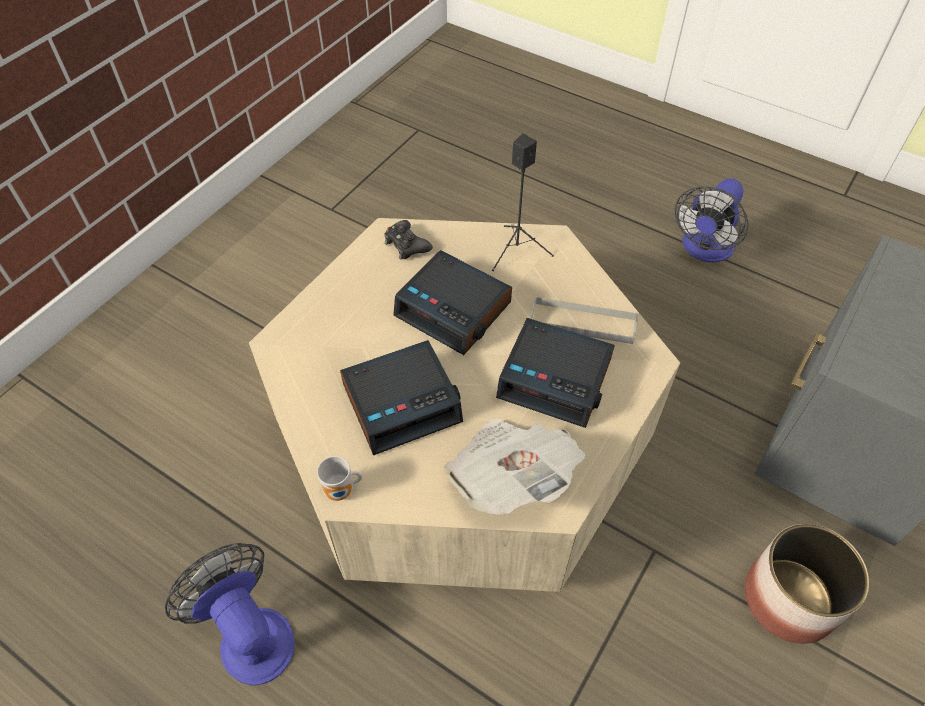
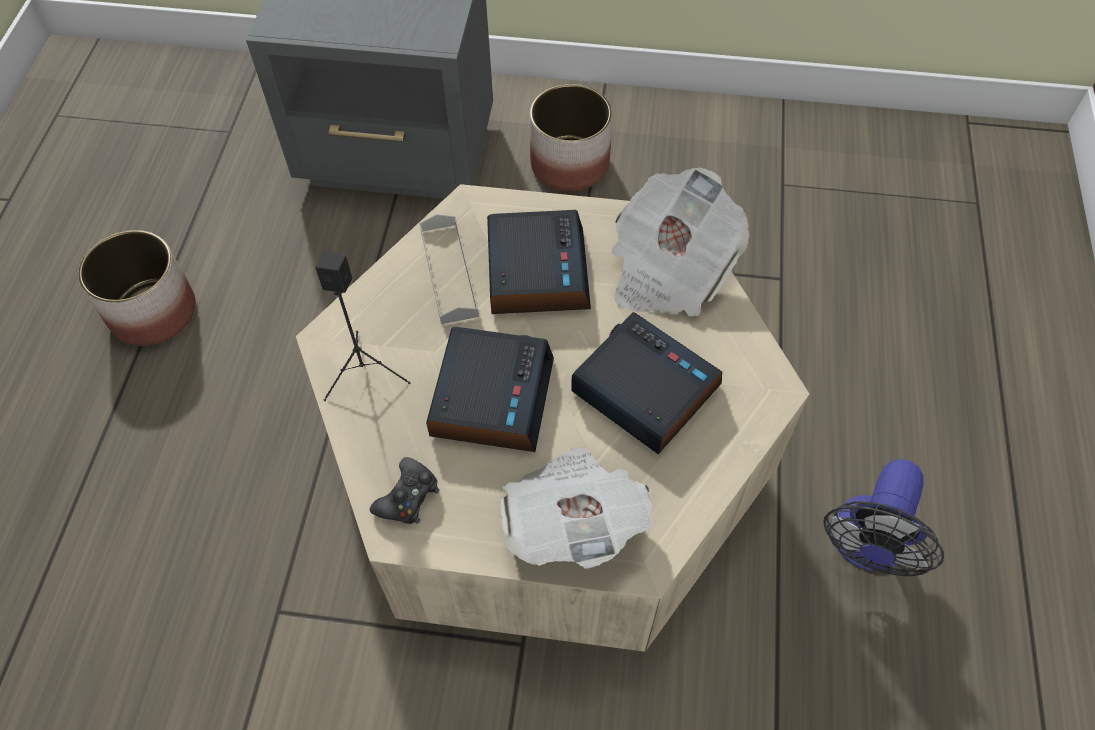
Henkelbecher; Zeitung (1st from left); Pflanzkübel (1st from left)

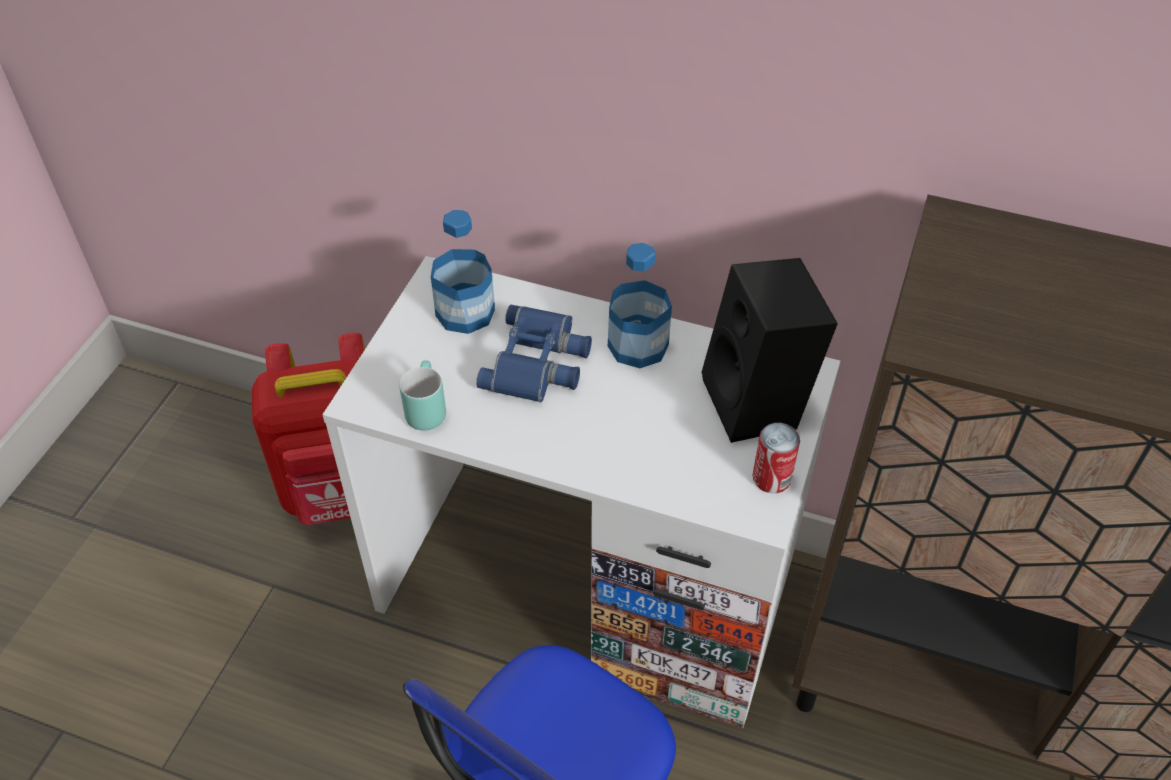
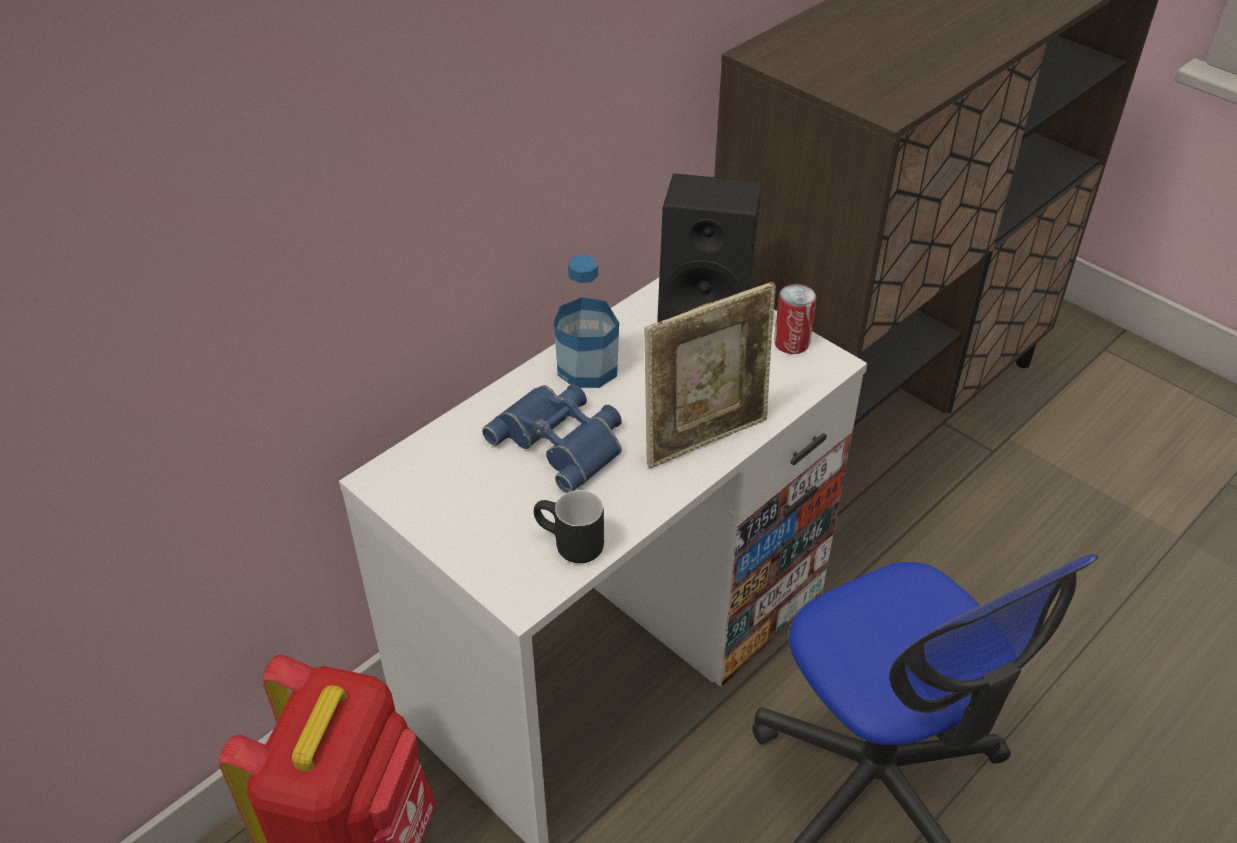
Flasche (1st from left in the first image); Bilderrahmen; Henkelbecher [schwarz]

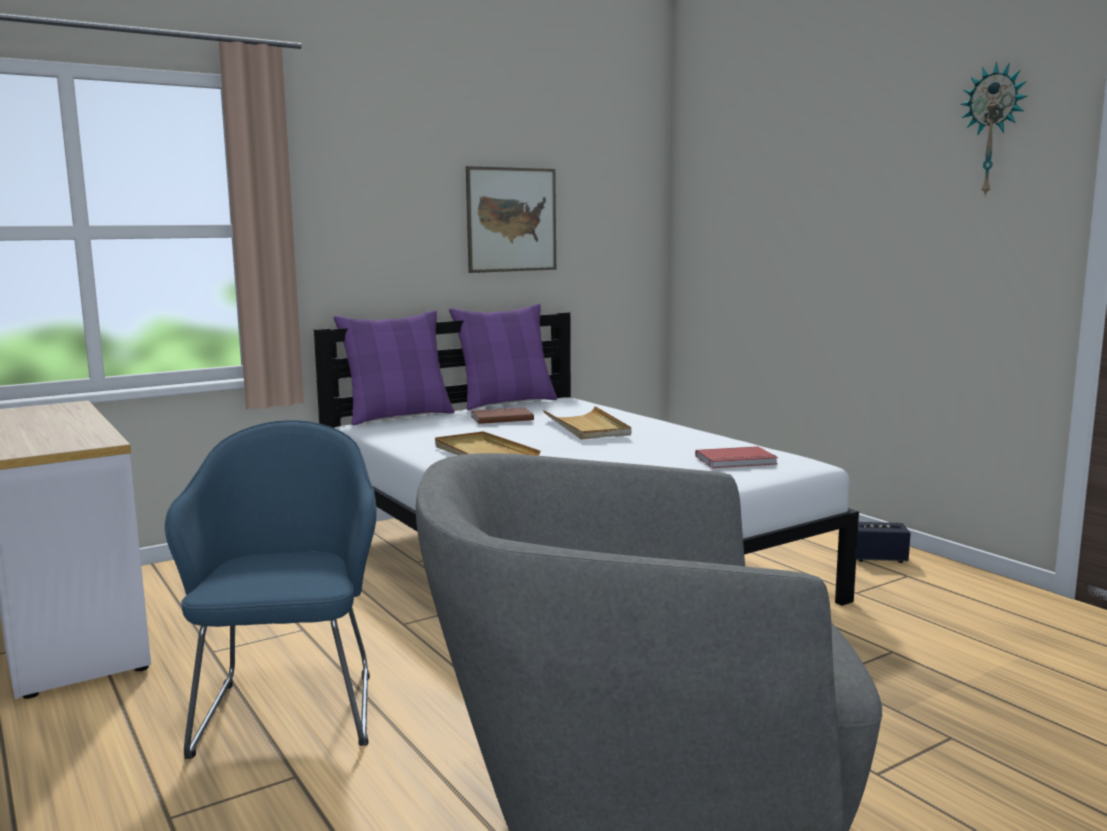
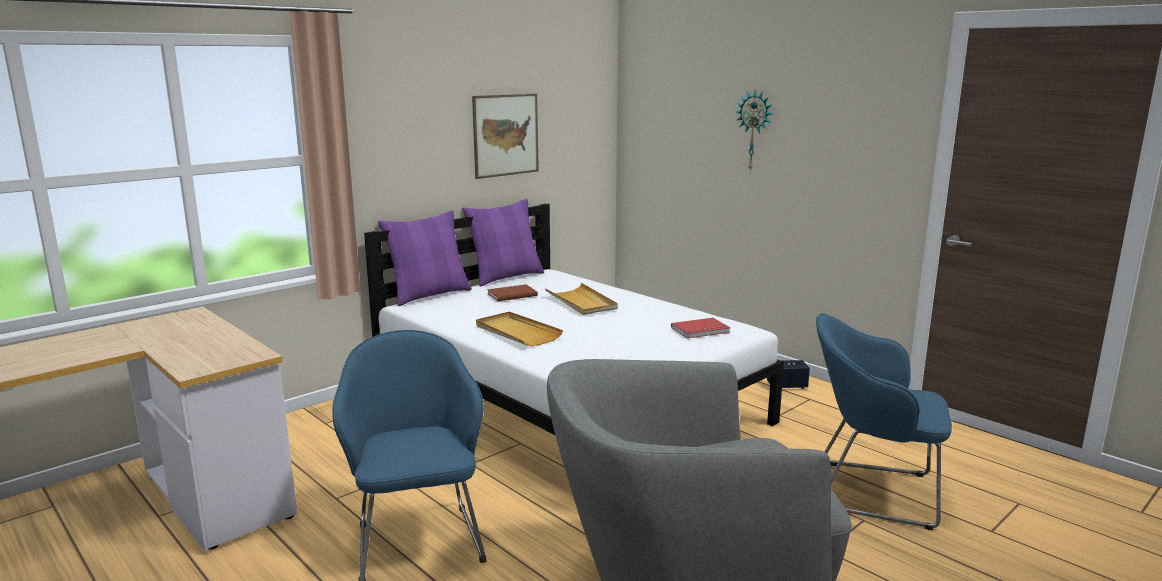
Sessel [blau] (2nd from left); Wanduhr

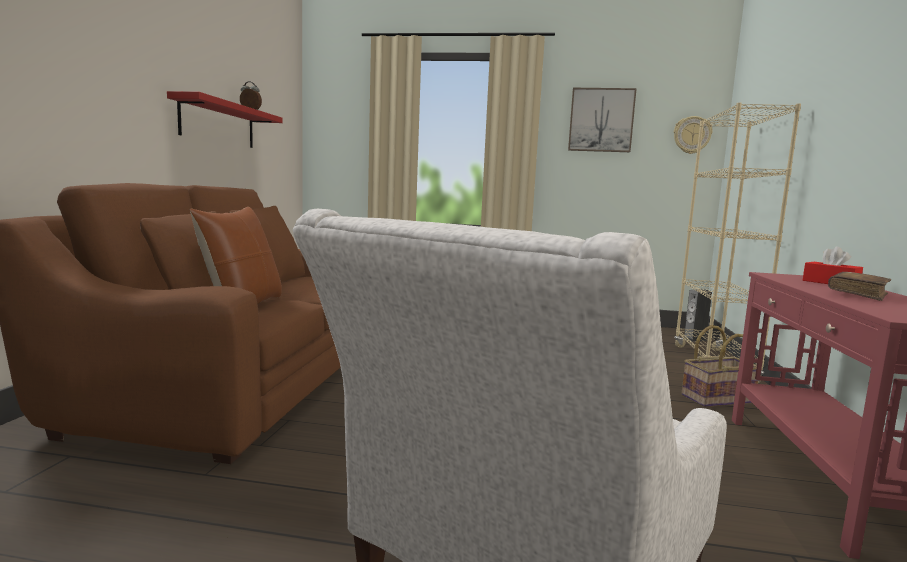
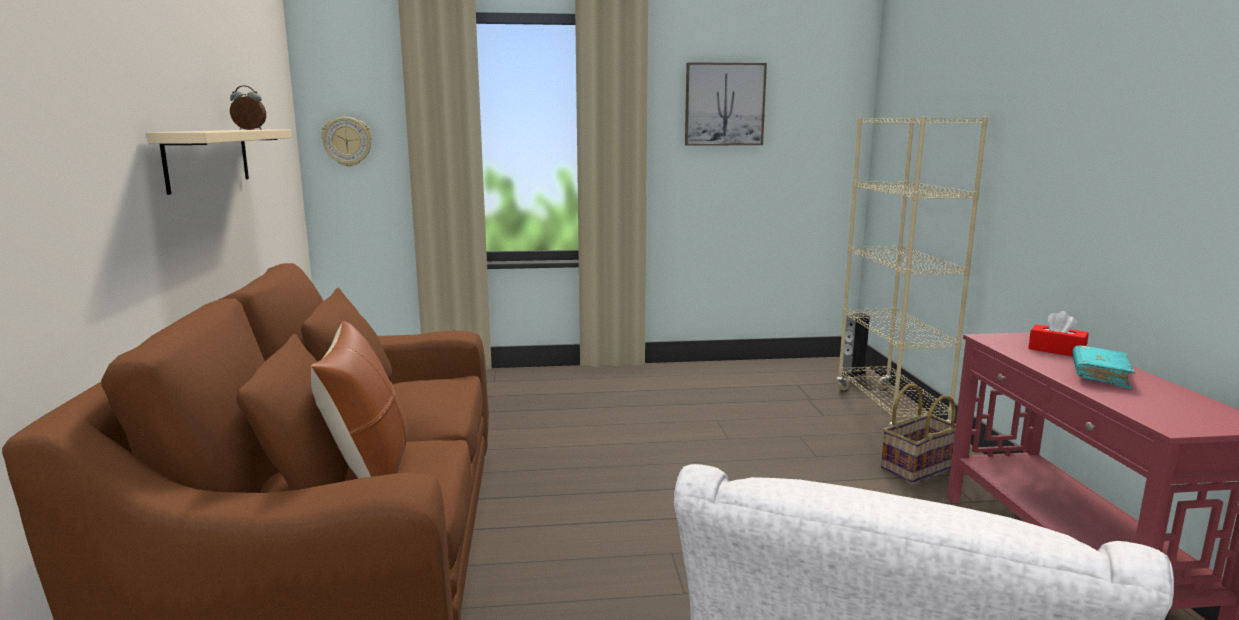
Wanduhr; Wandregal [beige]; Buch [türkis]

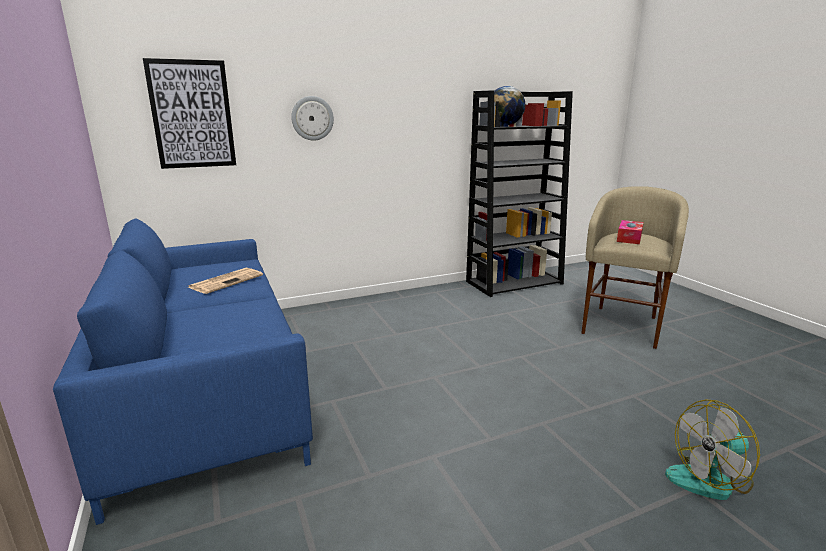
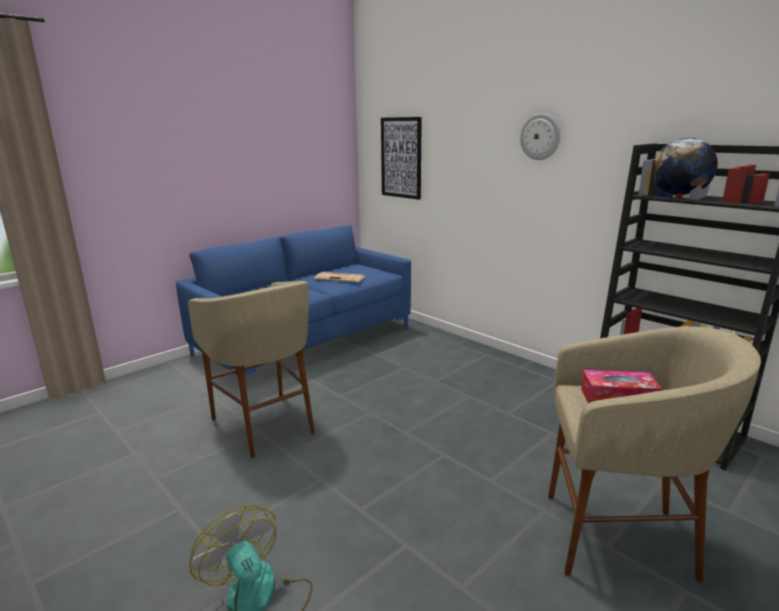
Hocker [beige] (1st from left); Wanduhr

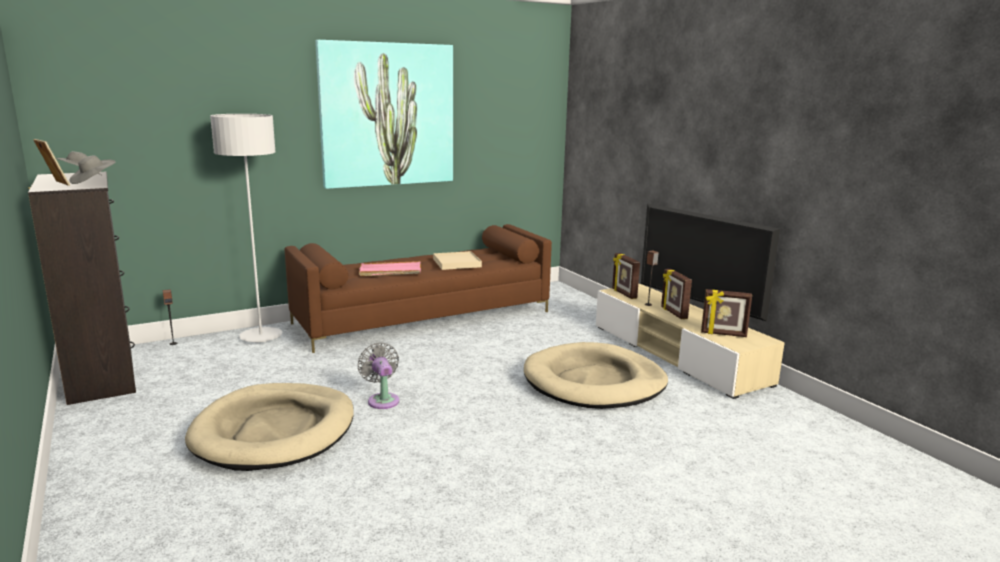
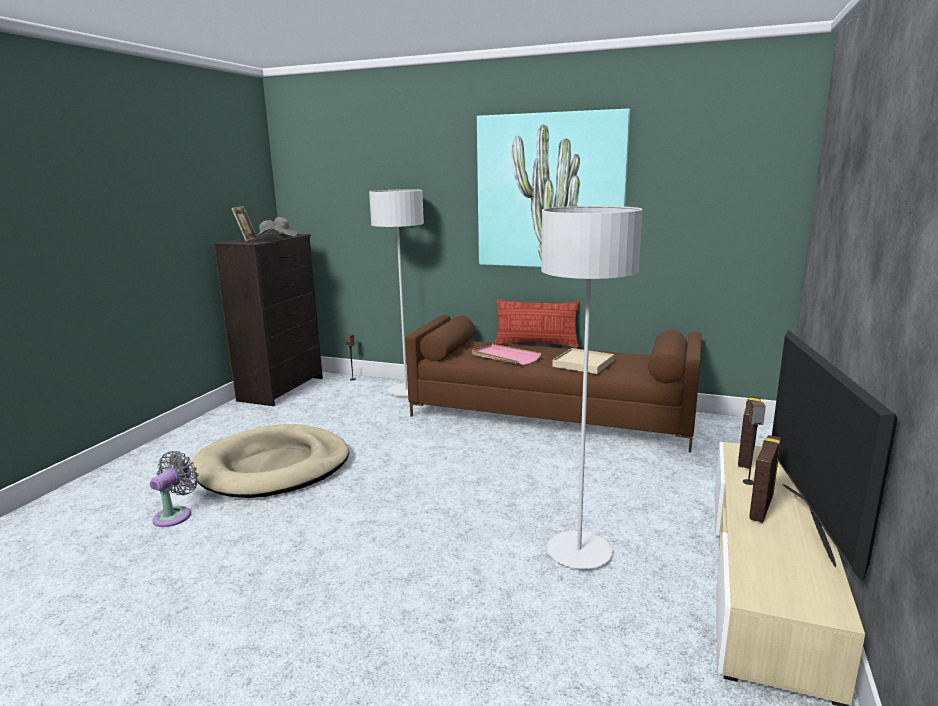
Bilderrahmen (4th from left in the first image); Kissen; Ventilator [grau]; Stehlampe [grau] (2nd from left)

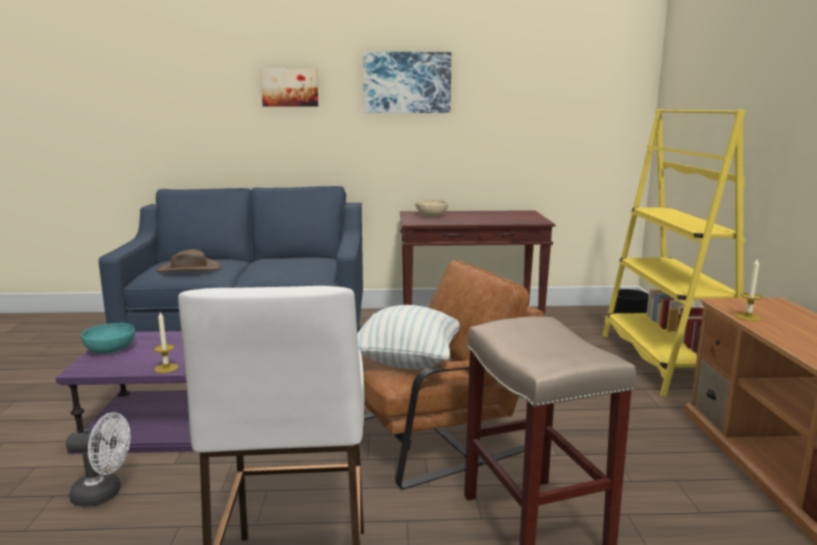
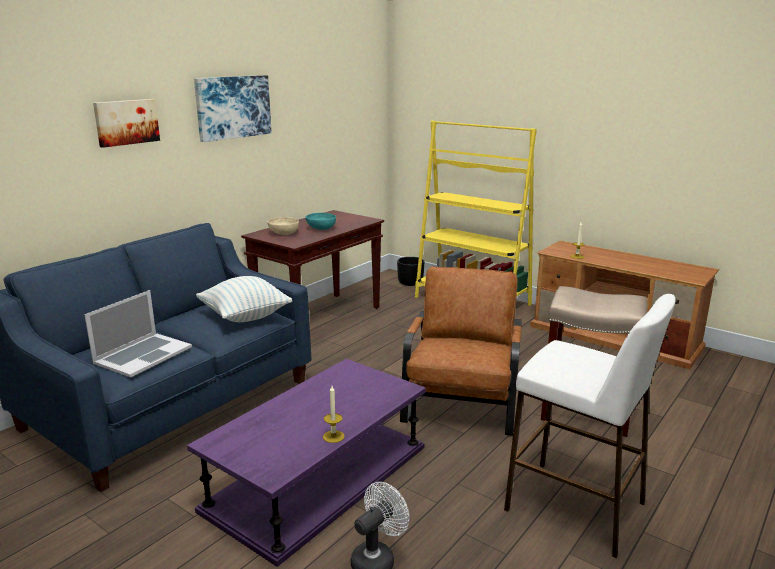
Schüssel [türkis]; Kissen; Laptop

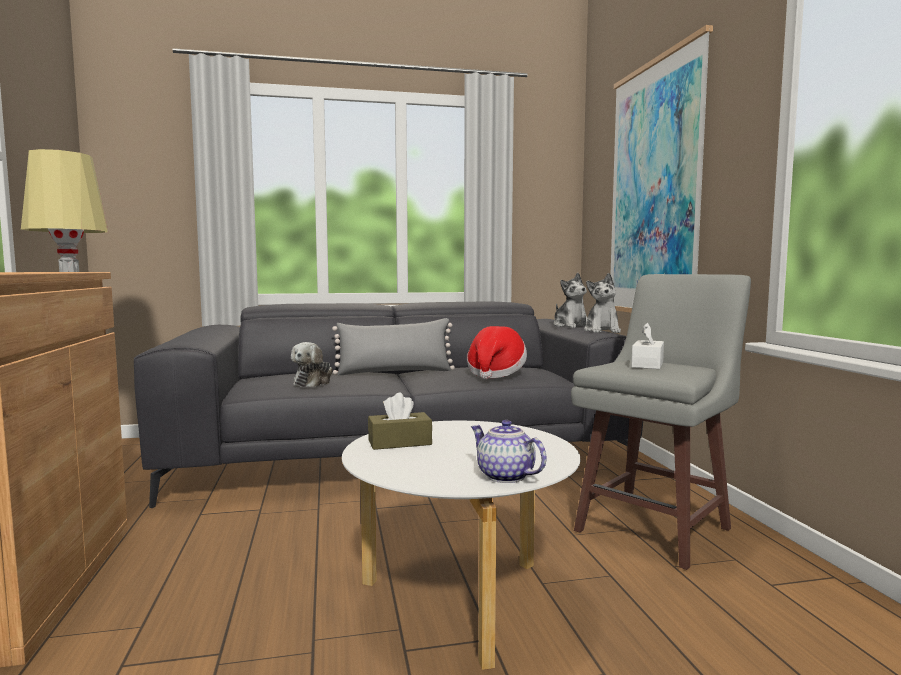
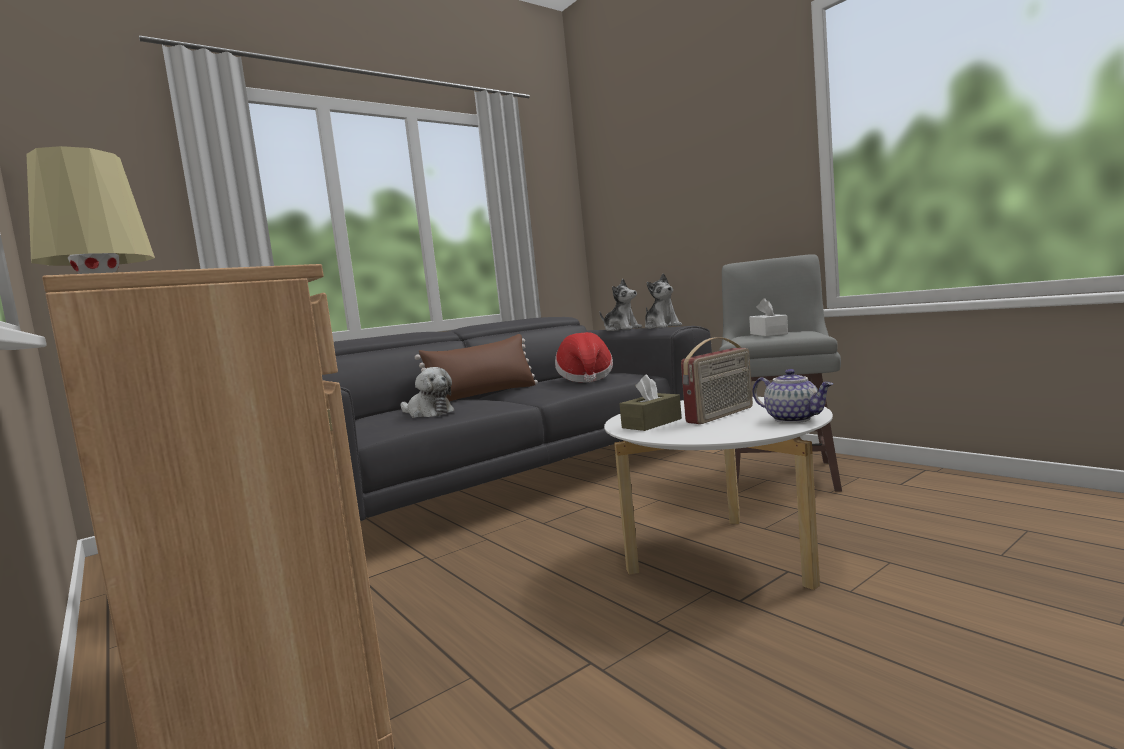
Bild; Radio; Kissen [braun]; Plüschtier (1st from left); Teekanne

